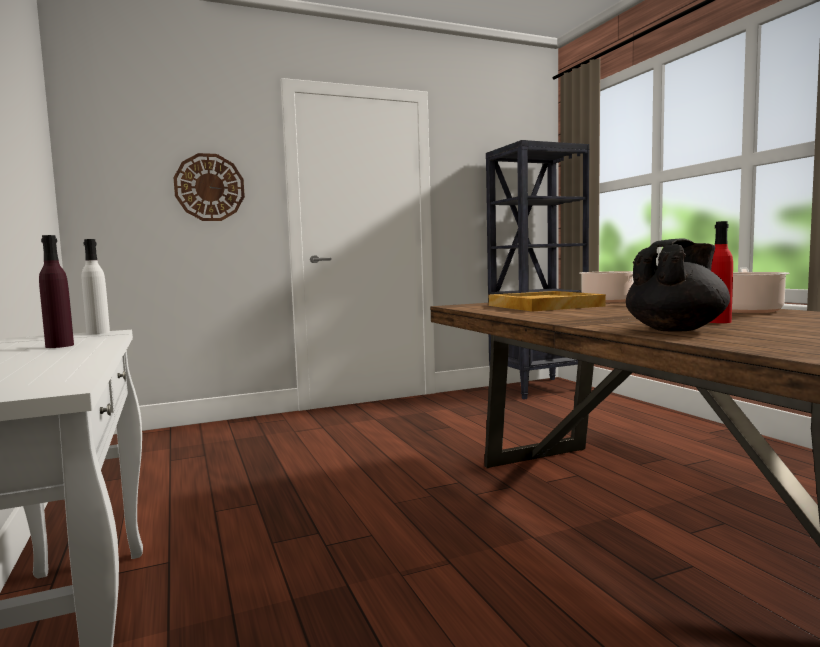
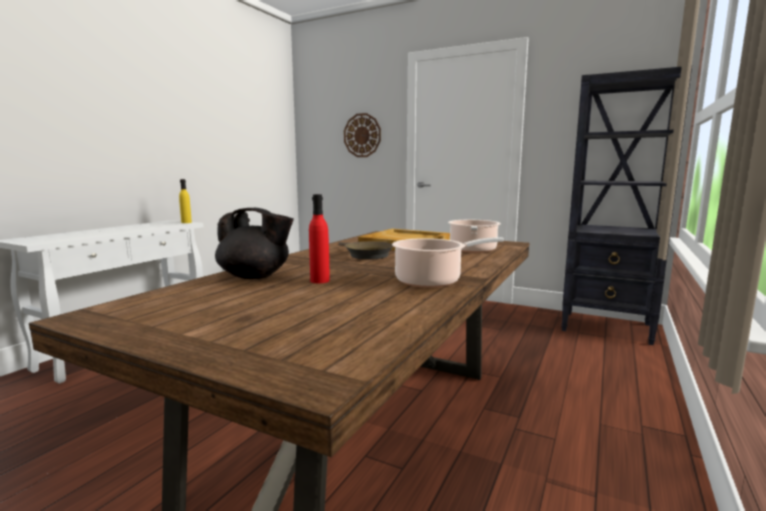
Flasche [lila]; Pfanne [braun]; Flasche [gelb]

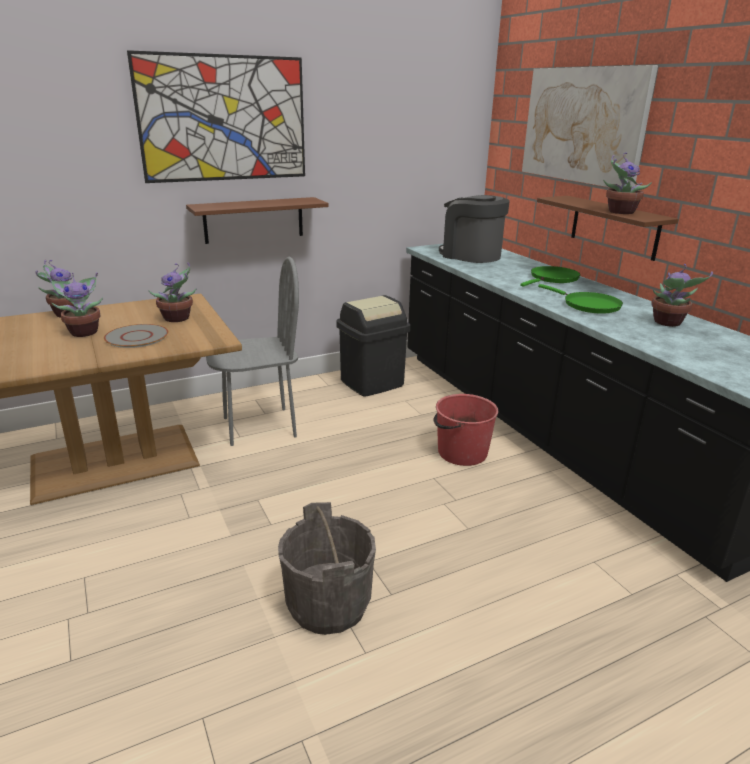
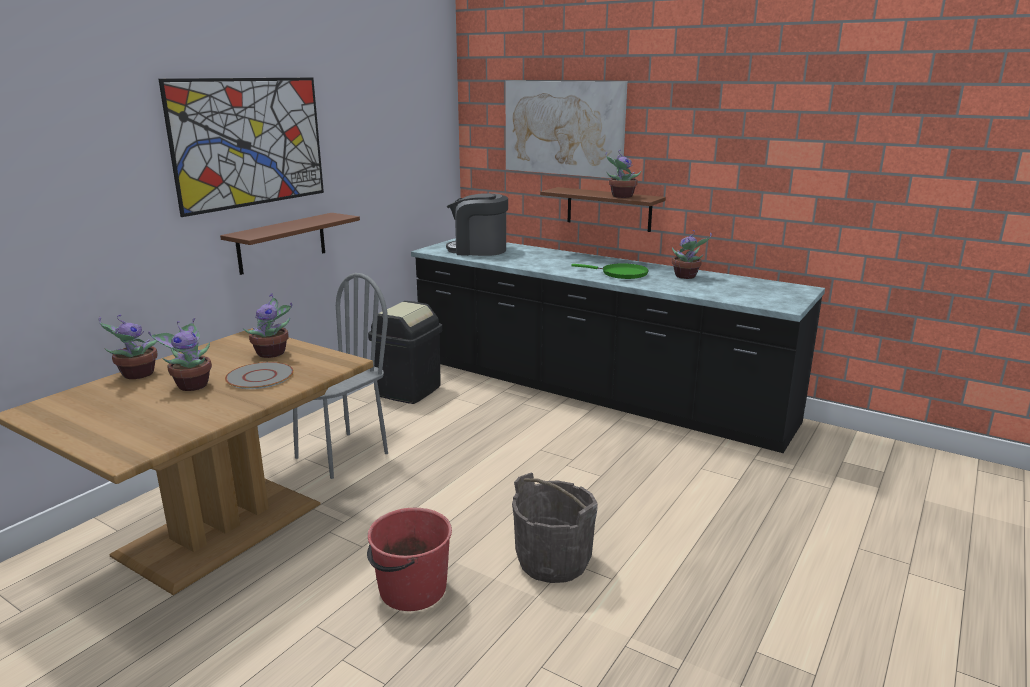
Pfanne [grün] (1st from left in the first image); Eimer [rot]

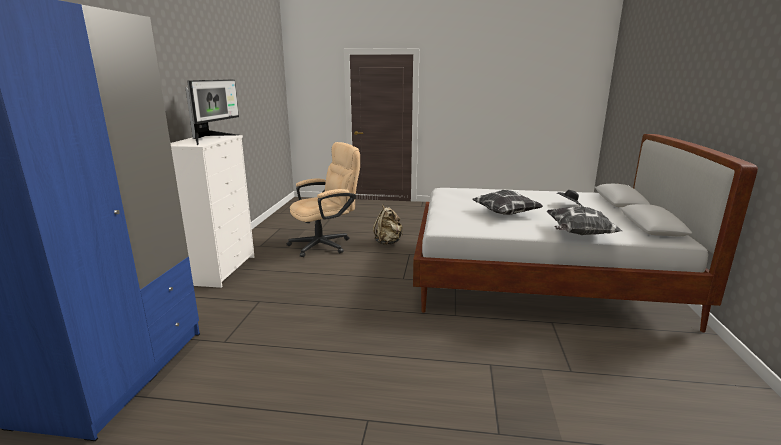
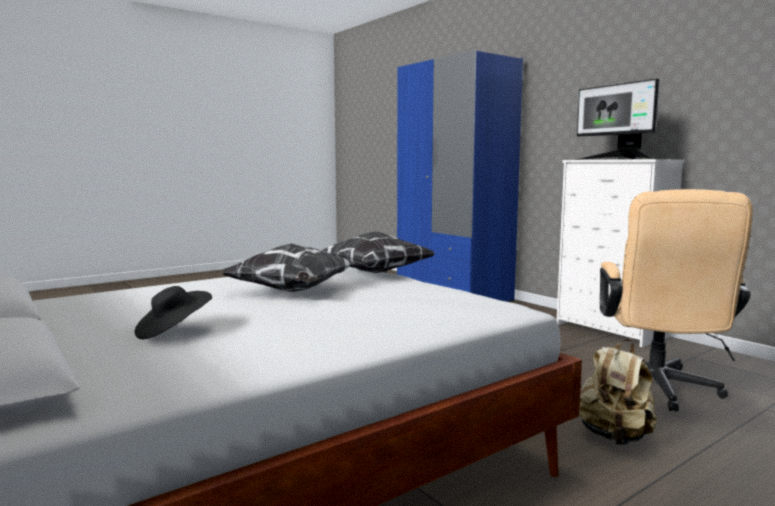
Kissen (2nd from left)

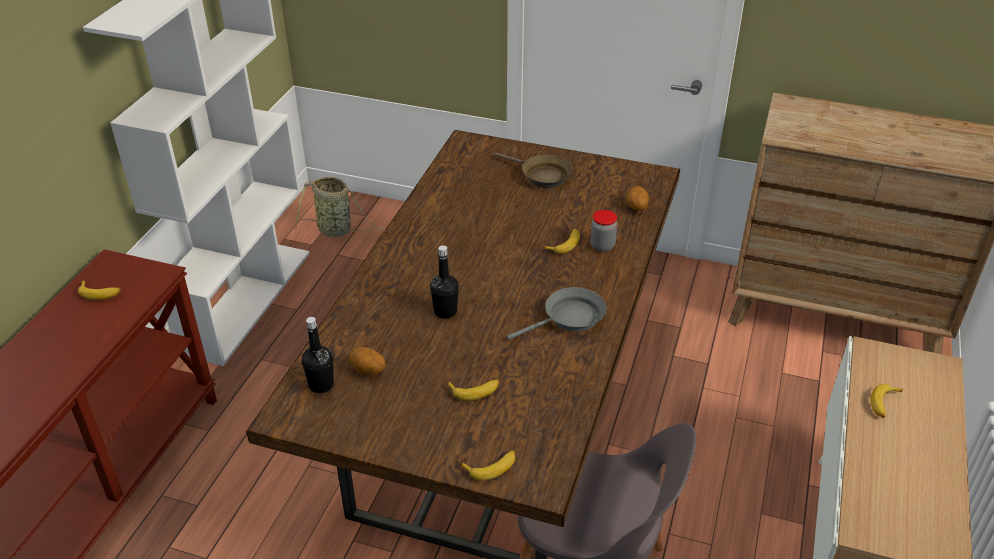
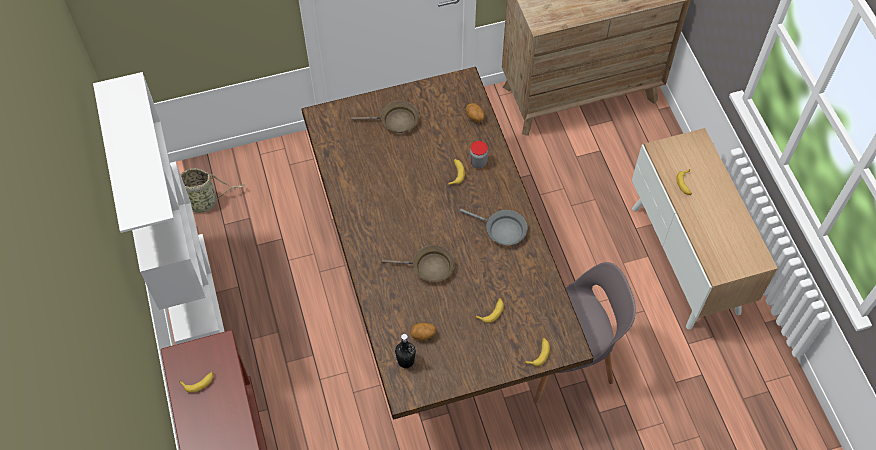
Pfanne [braun] (2nd from left); Pfanne [grau]

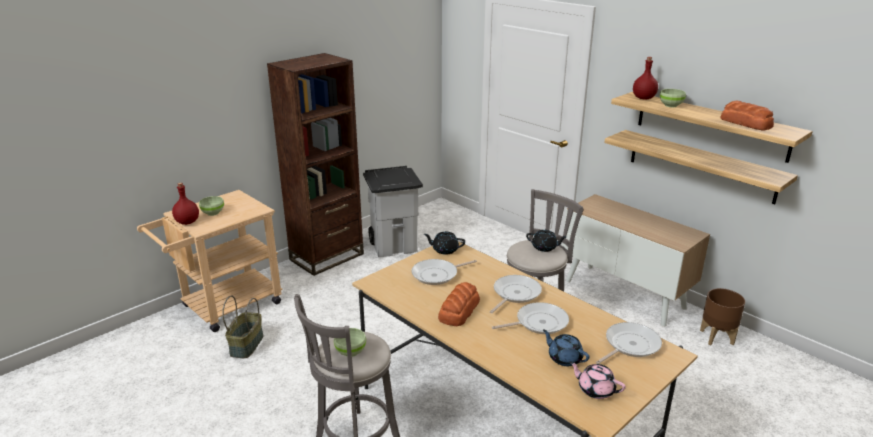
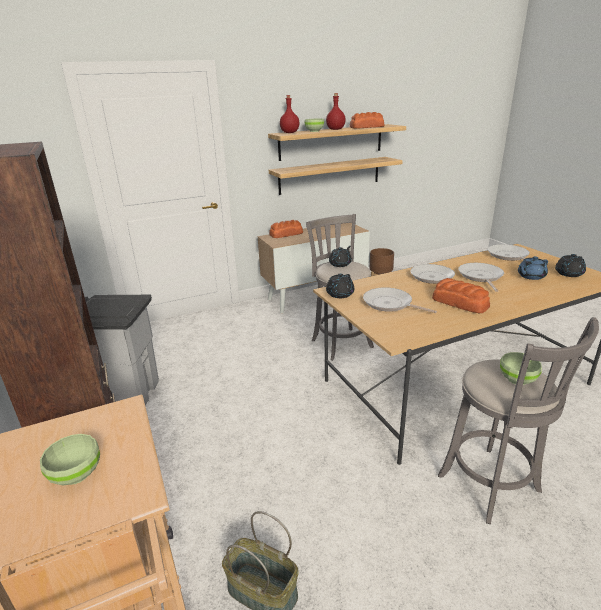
Brot (1st from left); Flasche [rot] (2nd from left); Teekanne [schwarz] (3rd from left); Pfanne (1st from left)

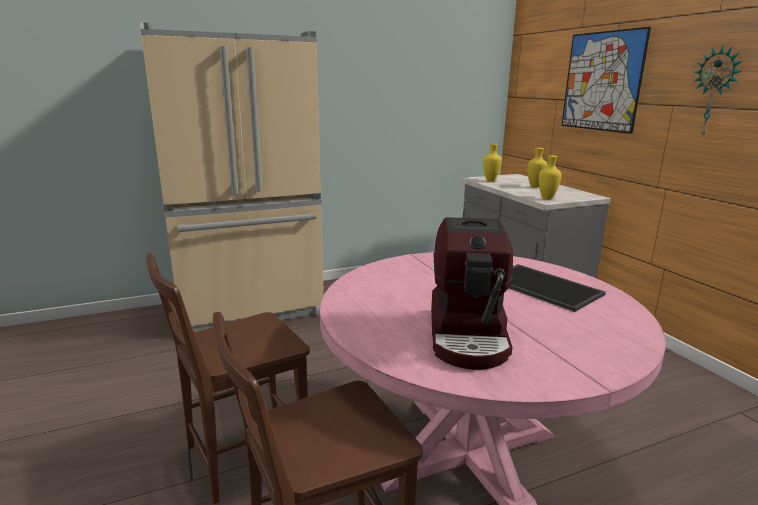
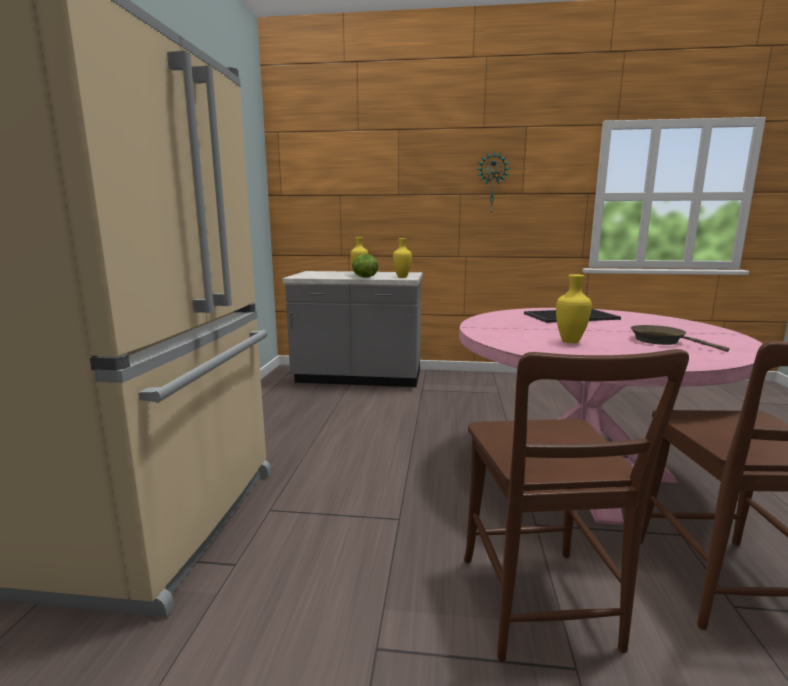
Bild; Salatkopf; Vase [gelb] (3rd from left); Pfanne [braun]

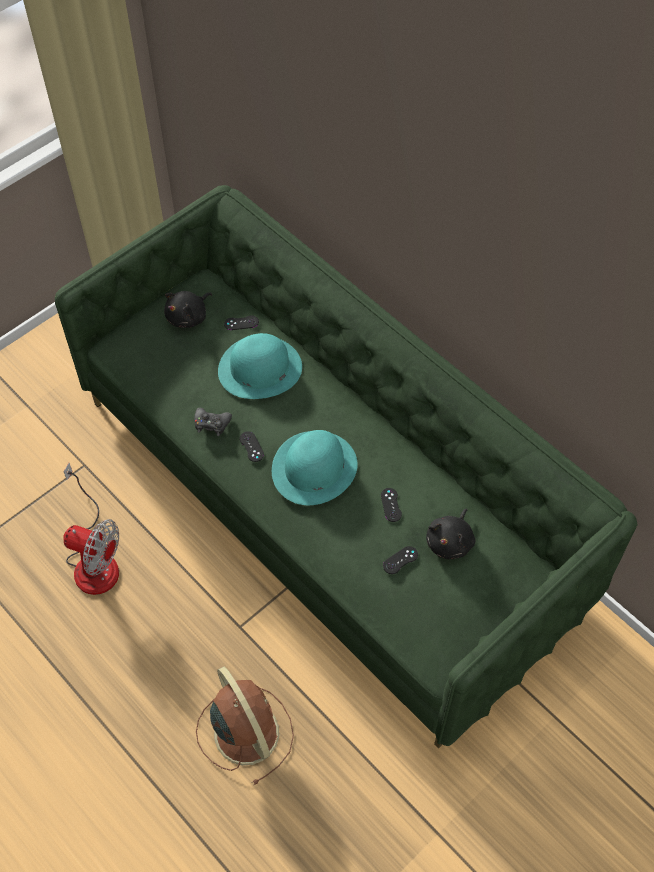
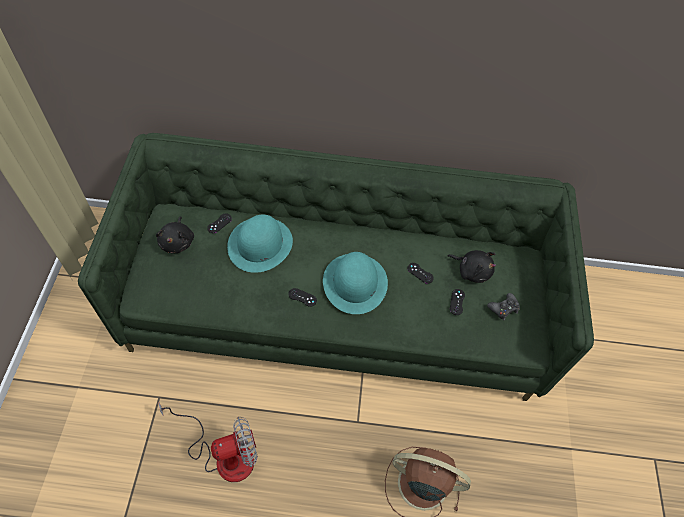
Gamepad [schwarz] (5th from left); Plüschtier [schwarz] (2nd from left)

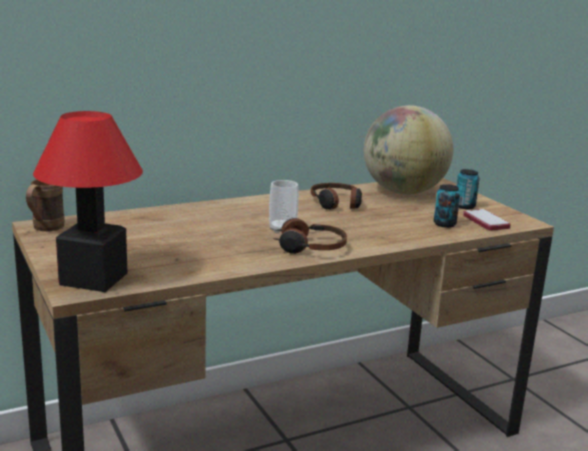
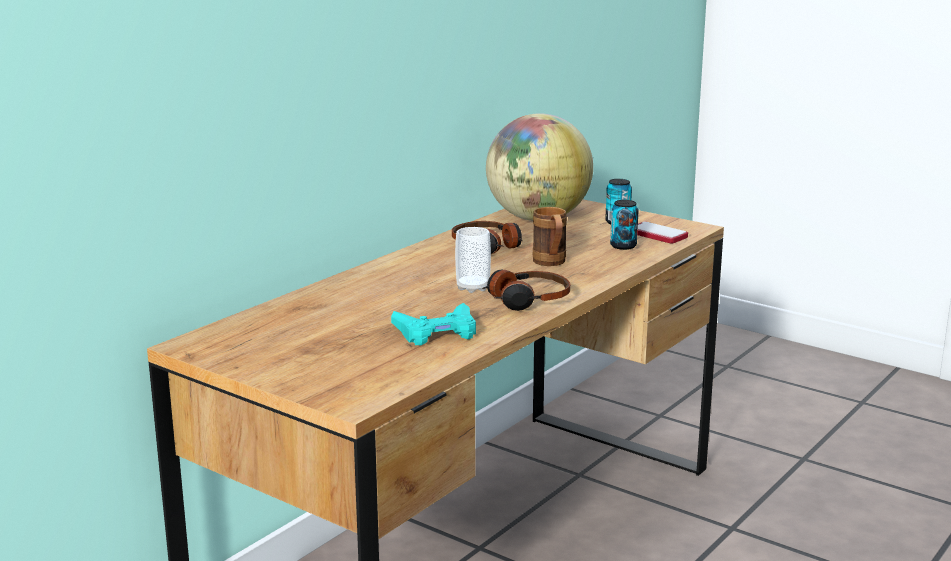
Tischlampe; Gamepad [türkis]; Henkelbecher [braun]

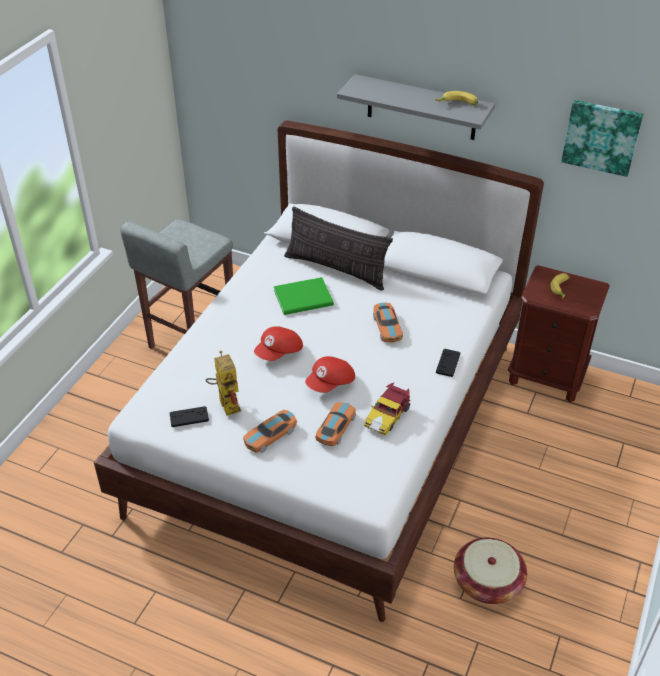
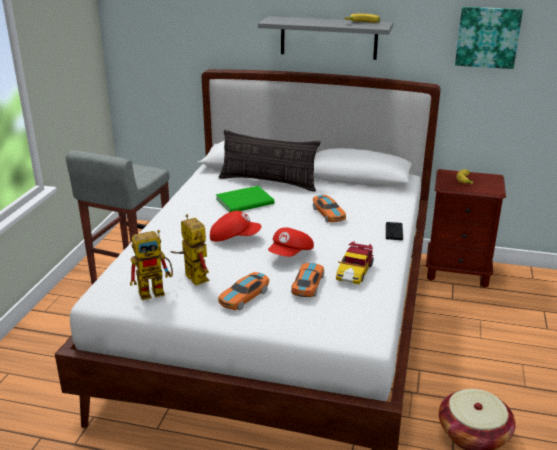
Spielzeugroboter (1st from left); Kappe [rot] (1st from left)

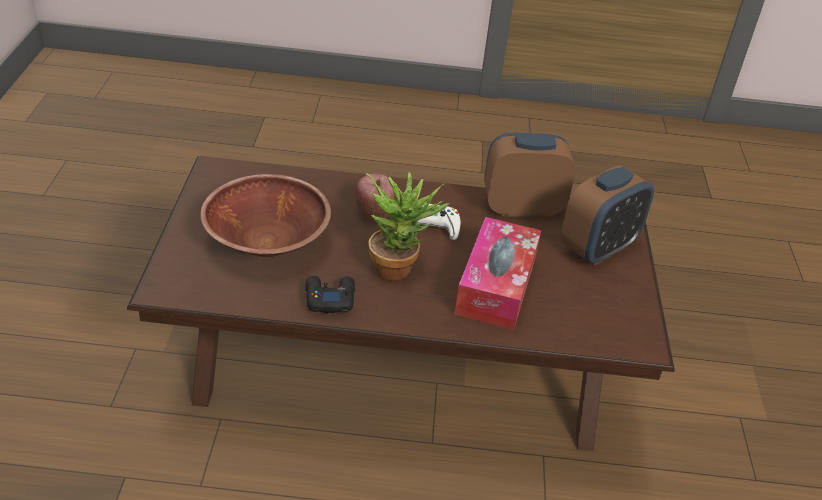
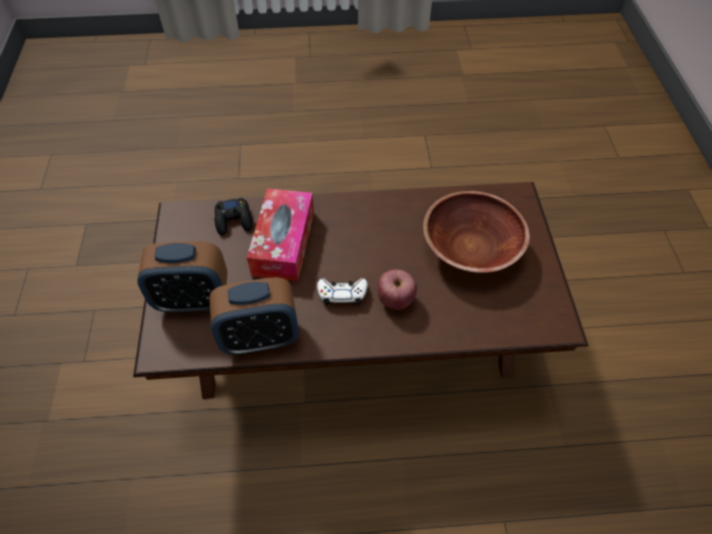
Topfpflanze; Gamepad [schwarz]; Wecker (1st from left)

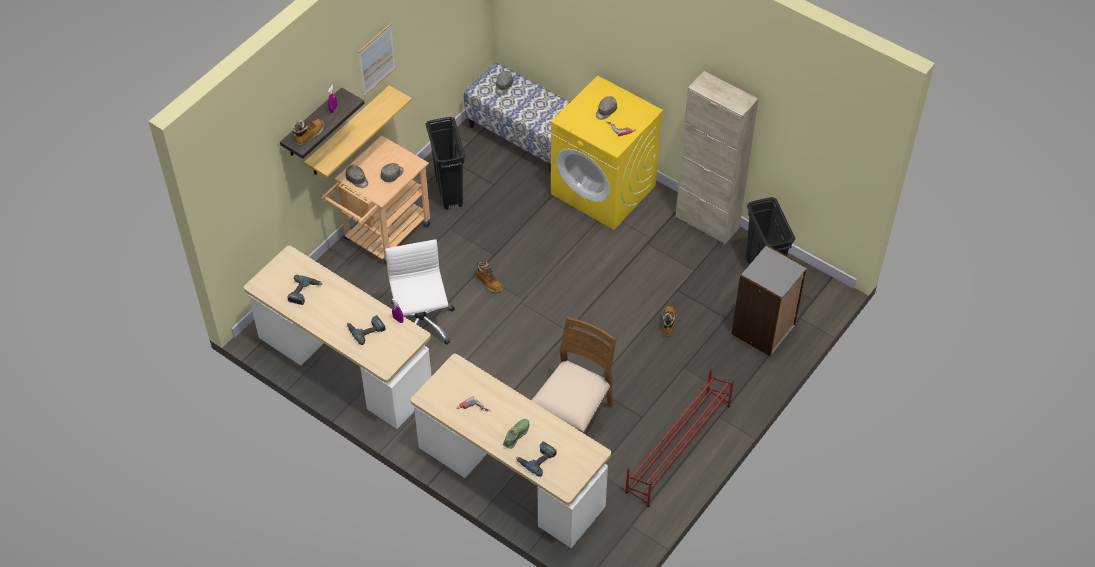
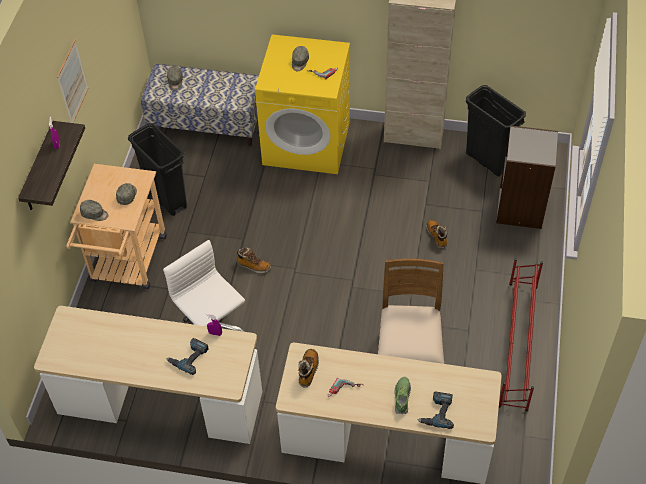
Bohrmaschine (1st from left in the first image); Wandregal (2nd from left in the first image); Stiefel (2nd from left)

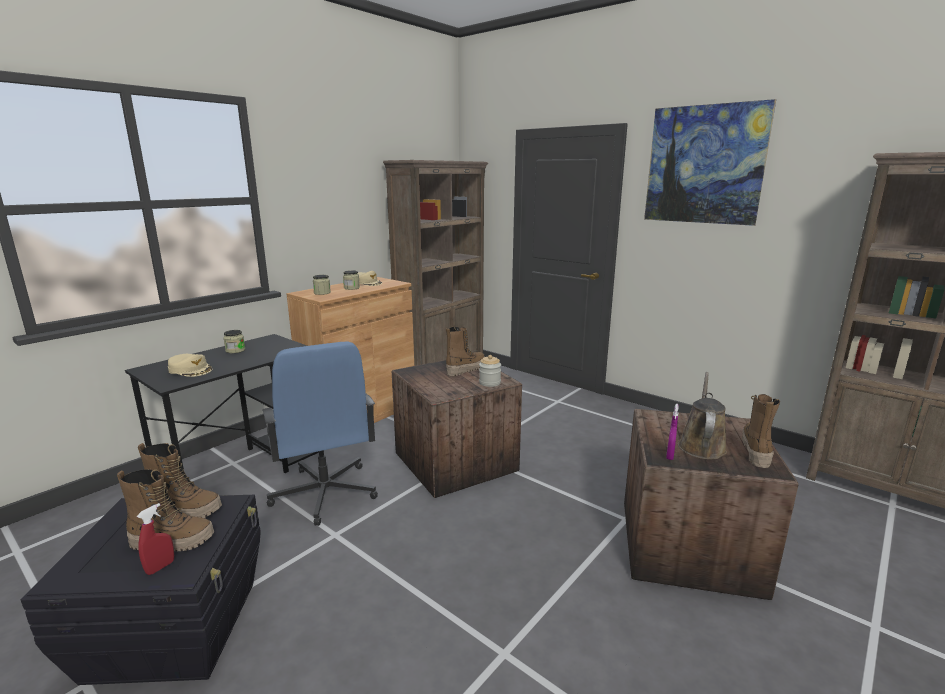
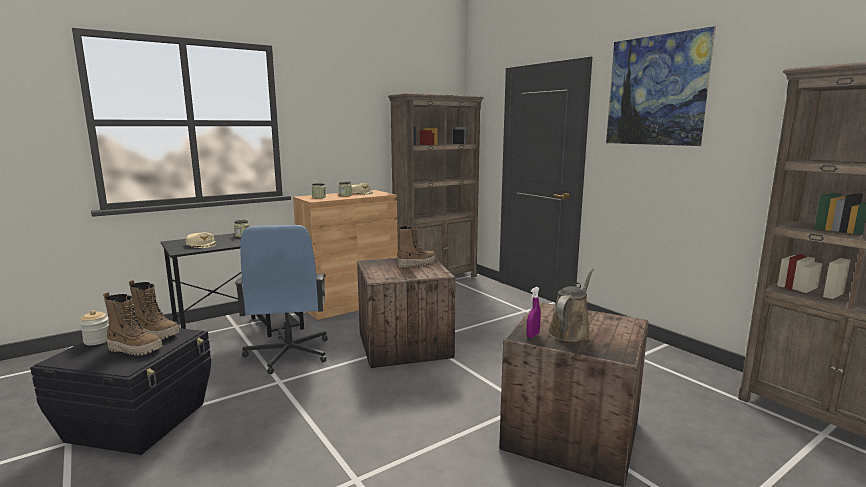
Sprühflasche [rot]; Stiefel (4th from left in the first image); Vorratsglas (1st from left)

